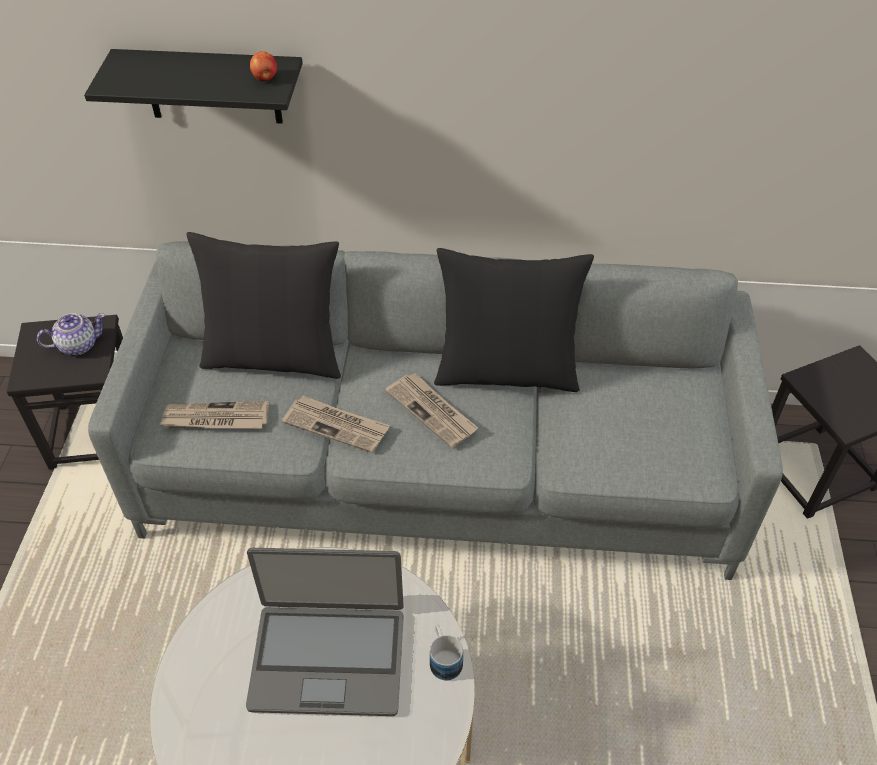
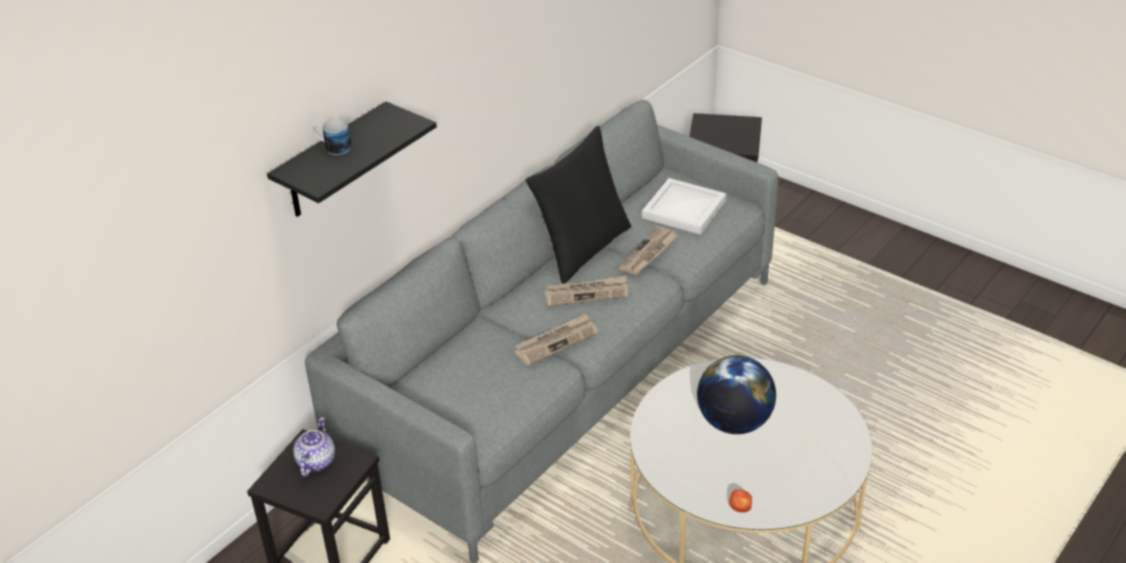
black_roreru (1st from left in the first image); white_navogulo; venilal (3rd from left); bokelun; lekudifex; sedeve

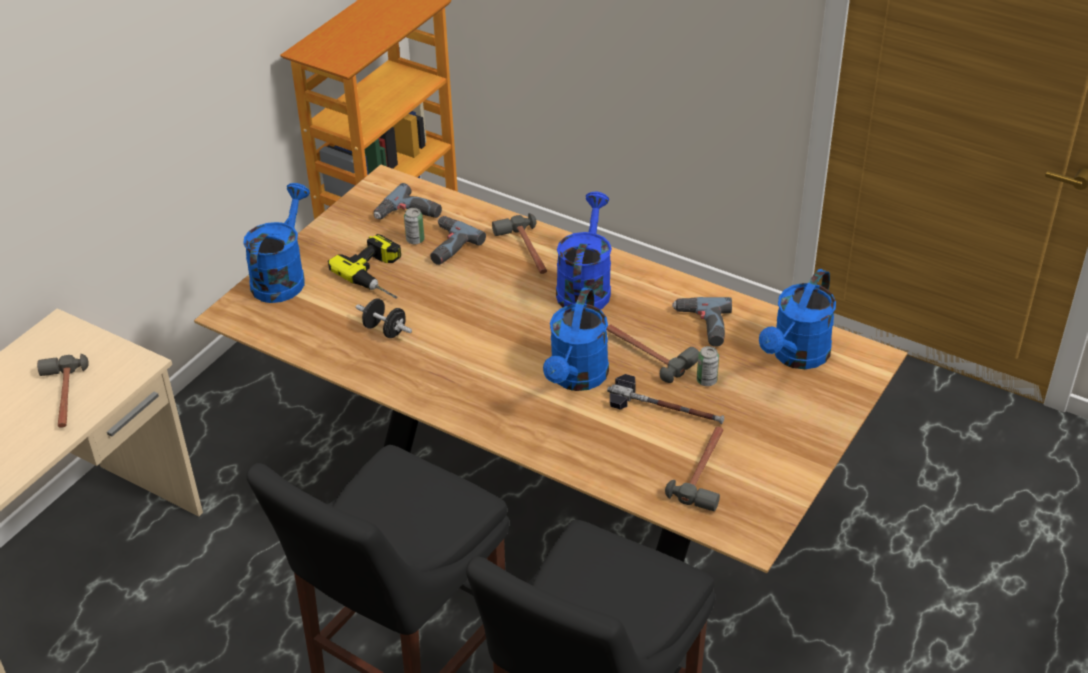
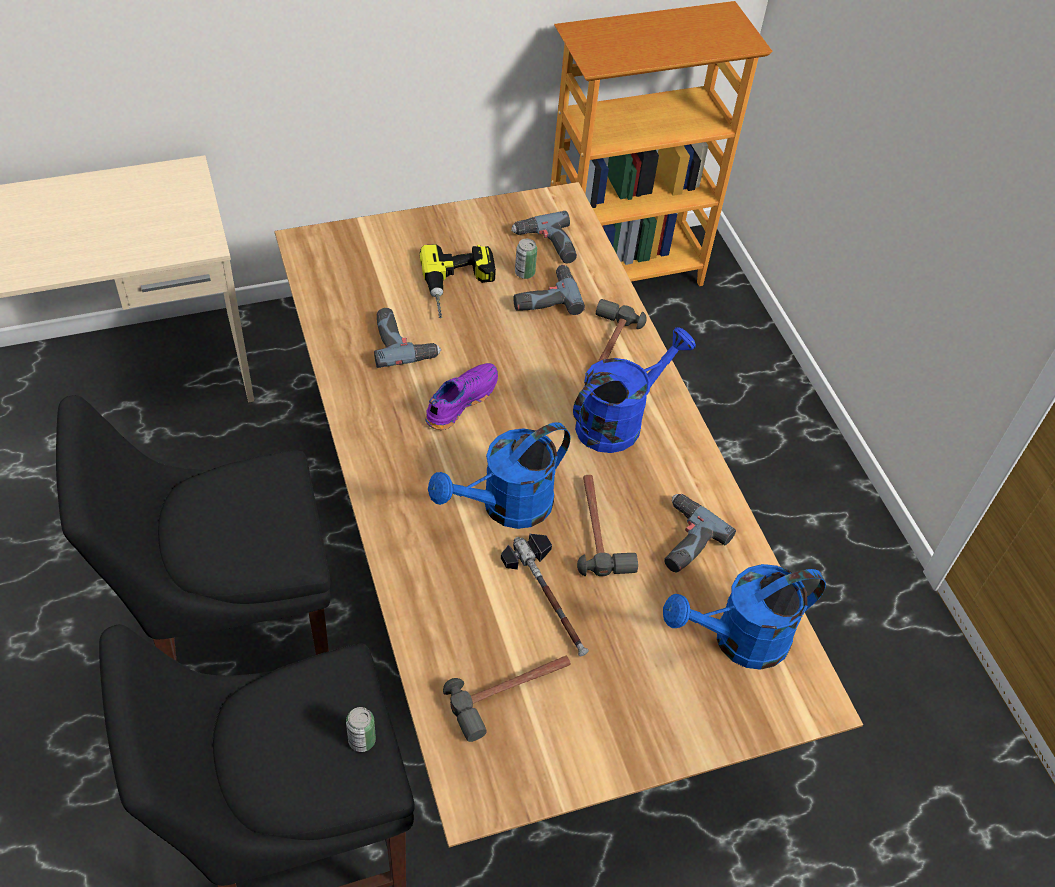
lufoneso (1st from left in the first image); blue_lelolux (1st from left in the first image); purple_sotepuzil; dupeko (1st from left); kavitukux (1st from left)

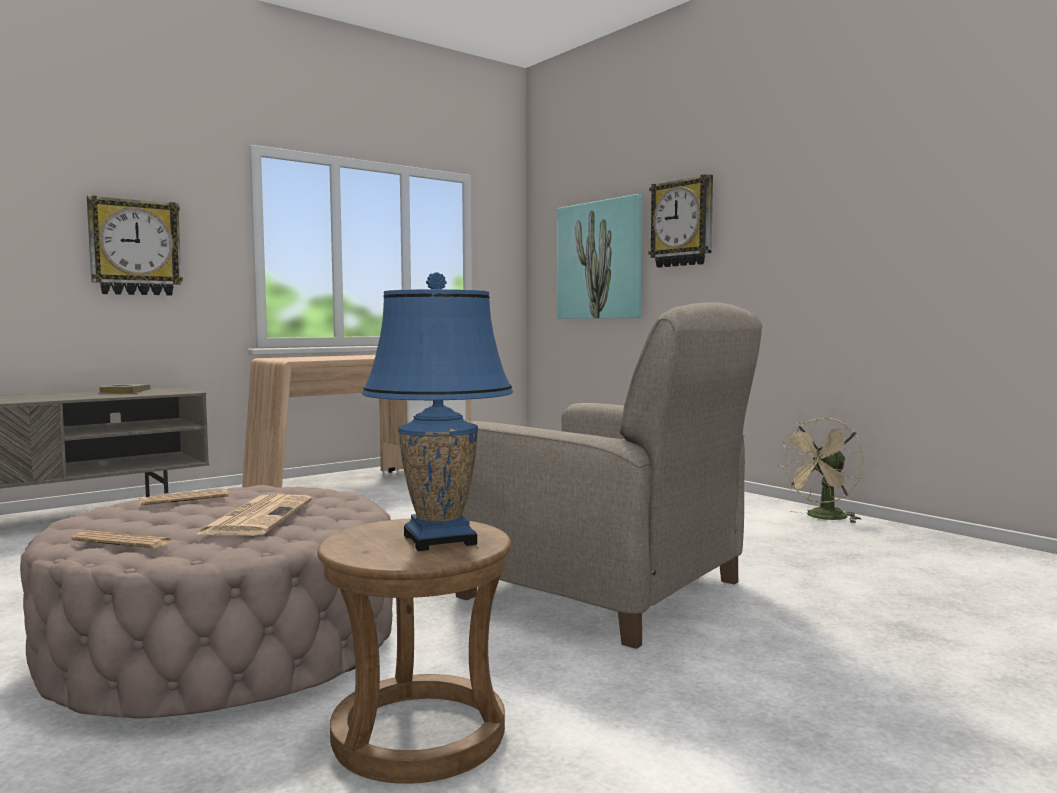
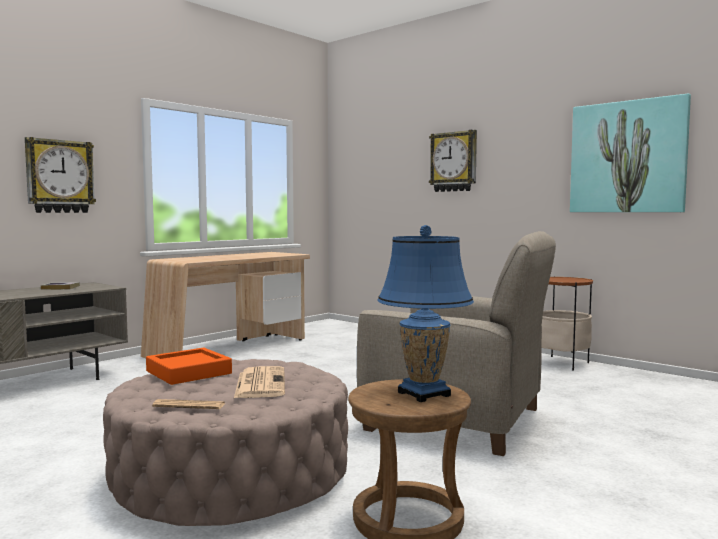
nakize; orange_navogulo; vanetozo

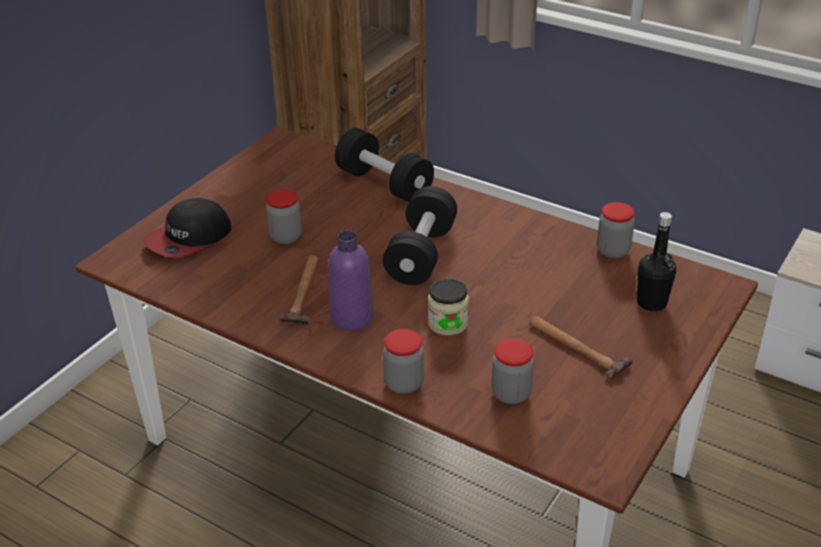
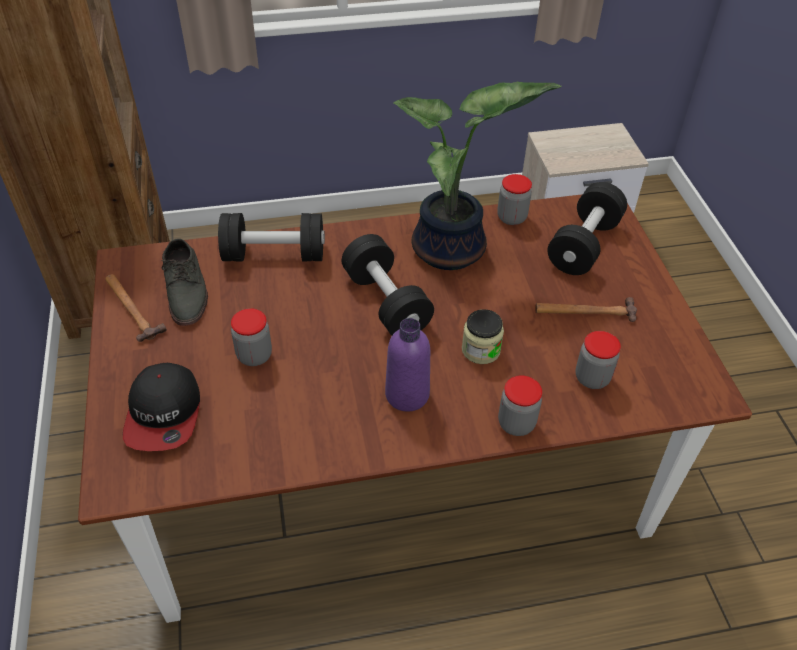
grey_sotepuzil; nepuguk; lufoneso (1st from left); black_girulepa (3rd from left)

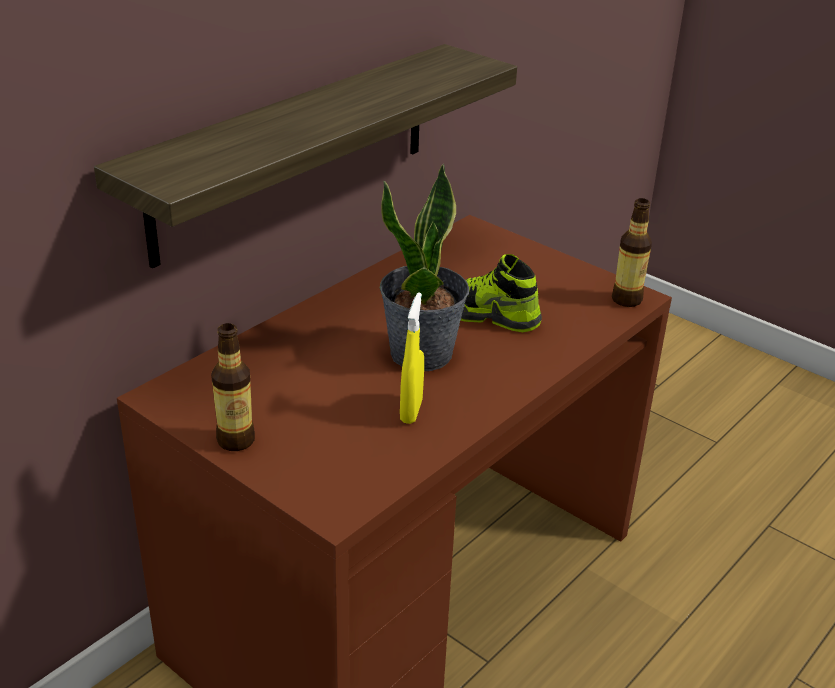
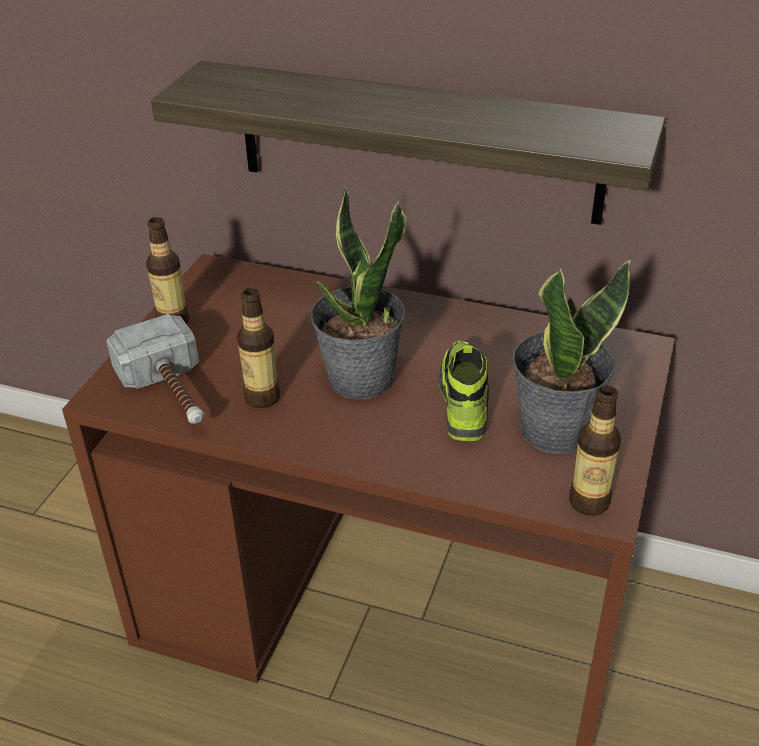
lufoneso; nepuguk (2nd from left); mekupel (2nd from left)

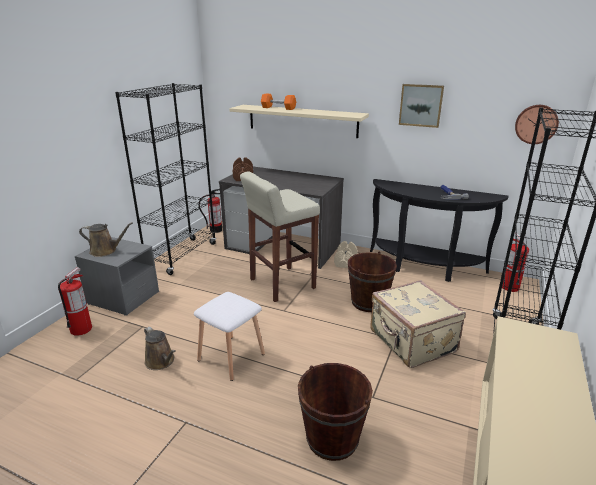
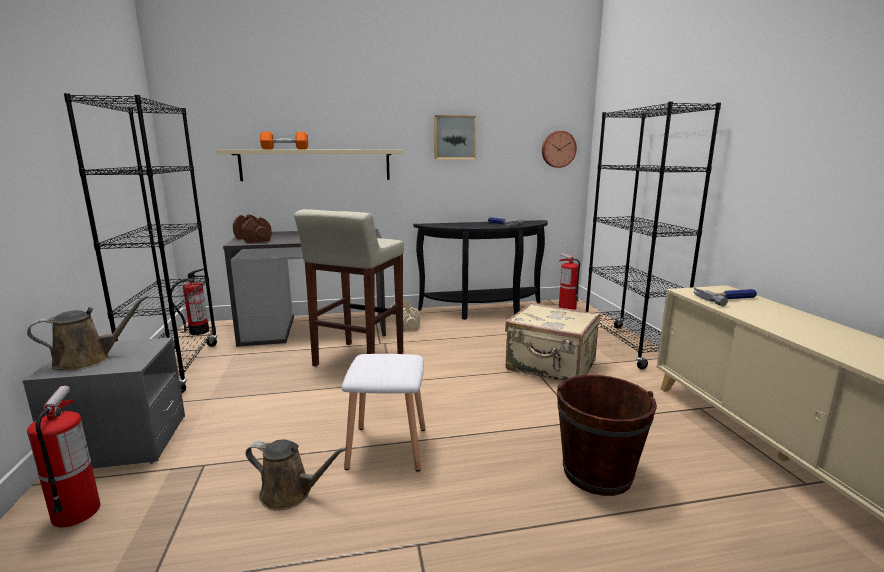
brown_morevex (2nd from left in the first image); lufoneso (2nd from left)

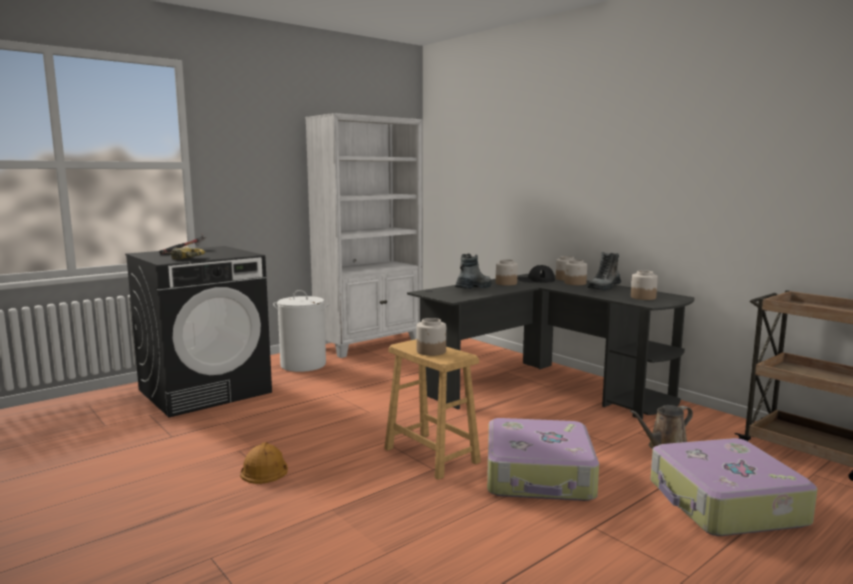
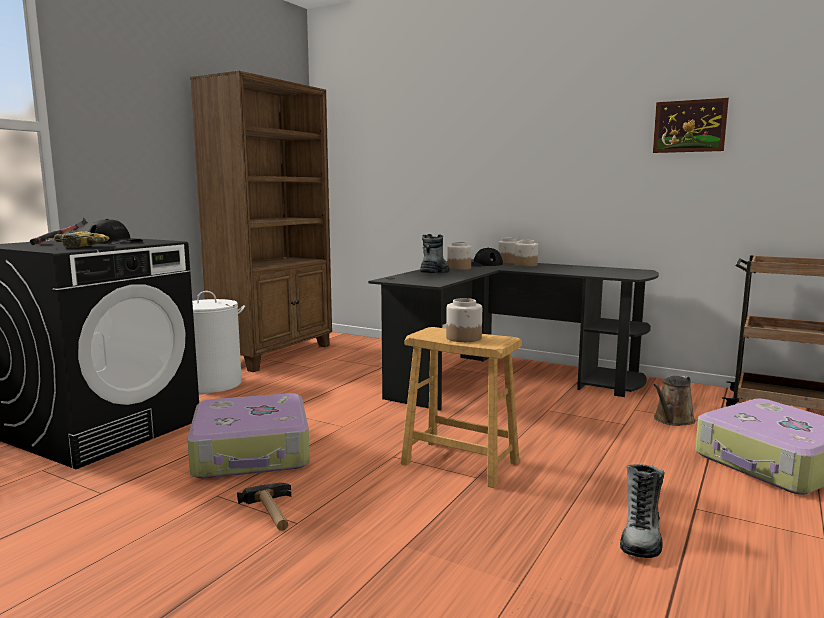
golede (5th from left in the first image); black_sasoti (1st from left); nakize; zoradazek (1st from left); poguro (2nd from left); lufoneso (2nd from left); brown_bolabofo

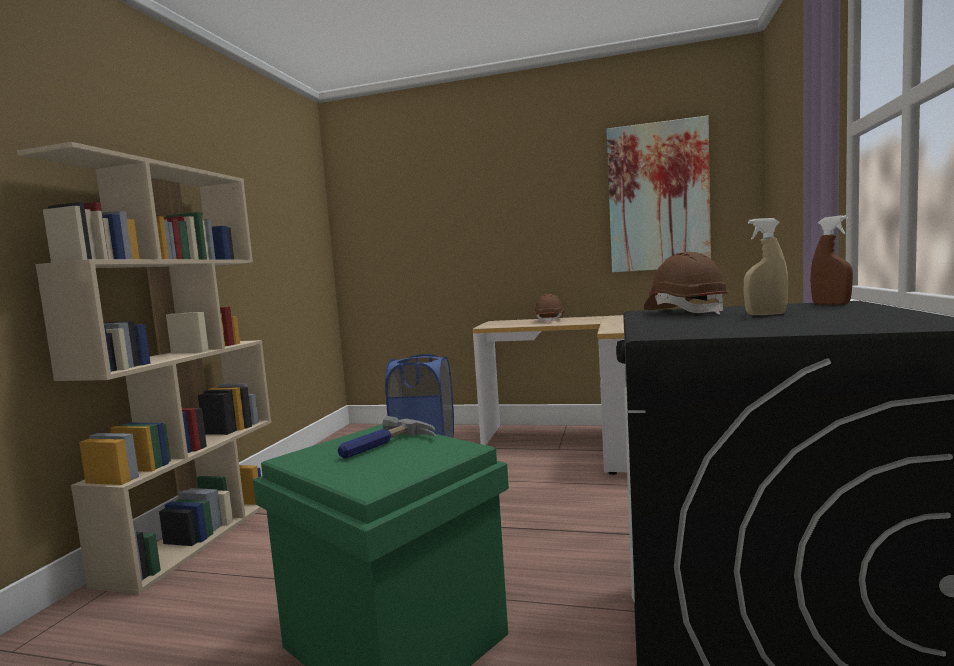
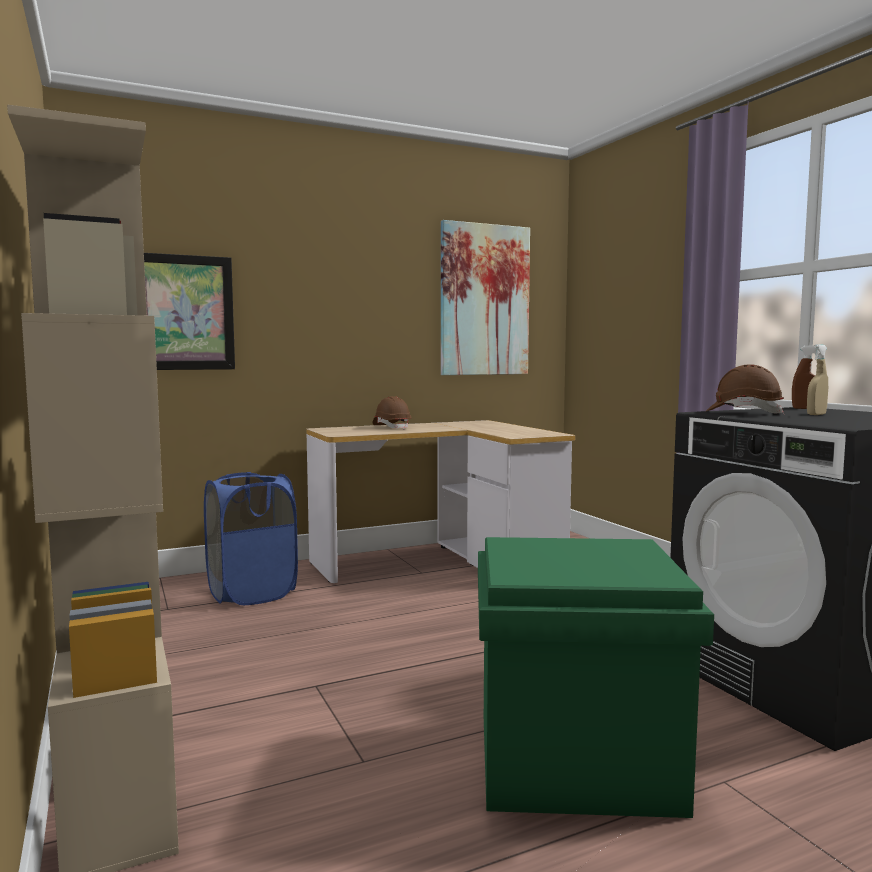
lufoneso; nakize (1st from left)

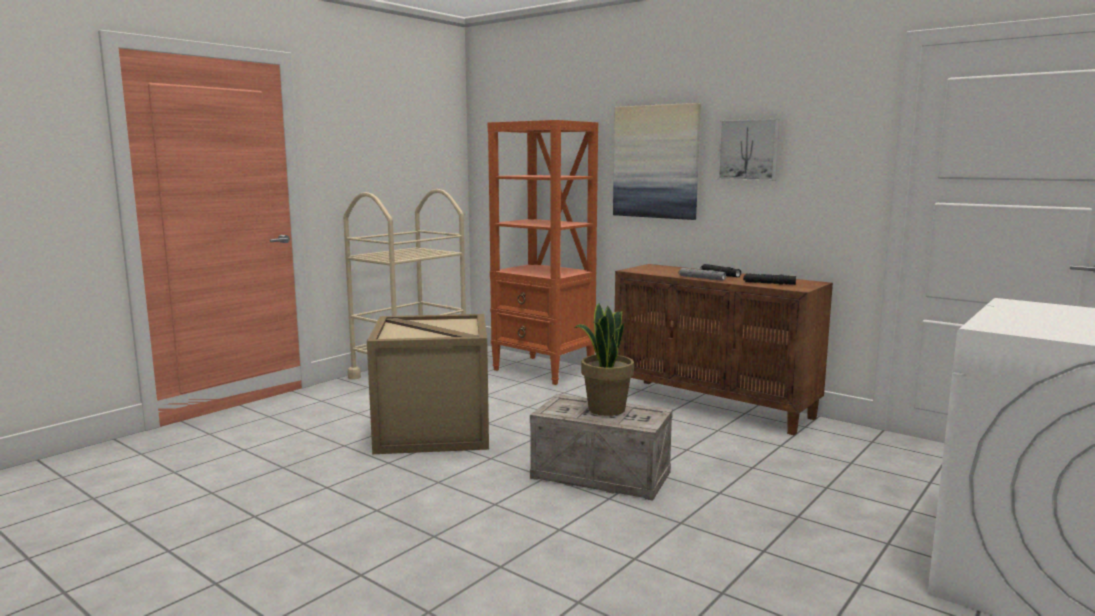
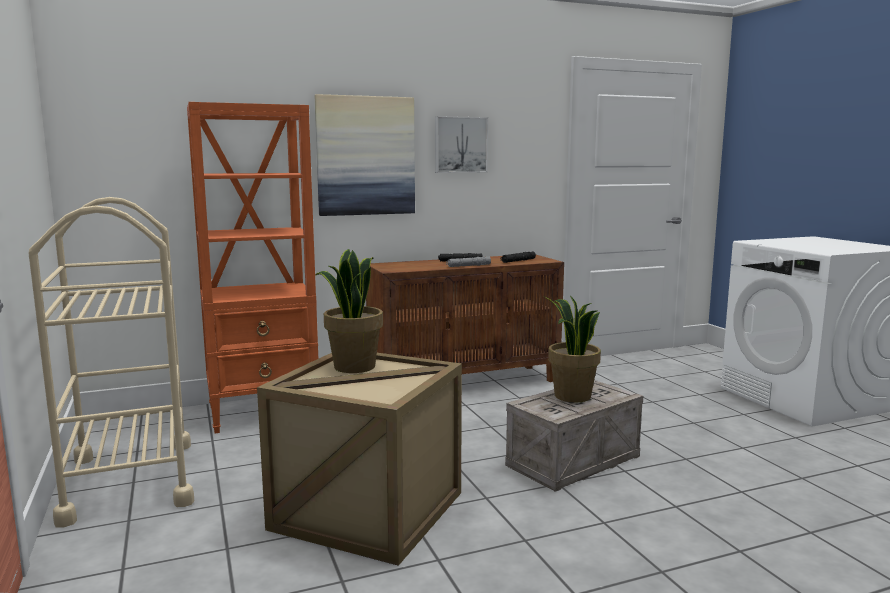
nepuguk (1st from left)

